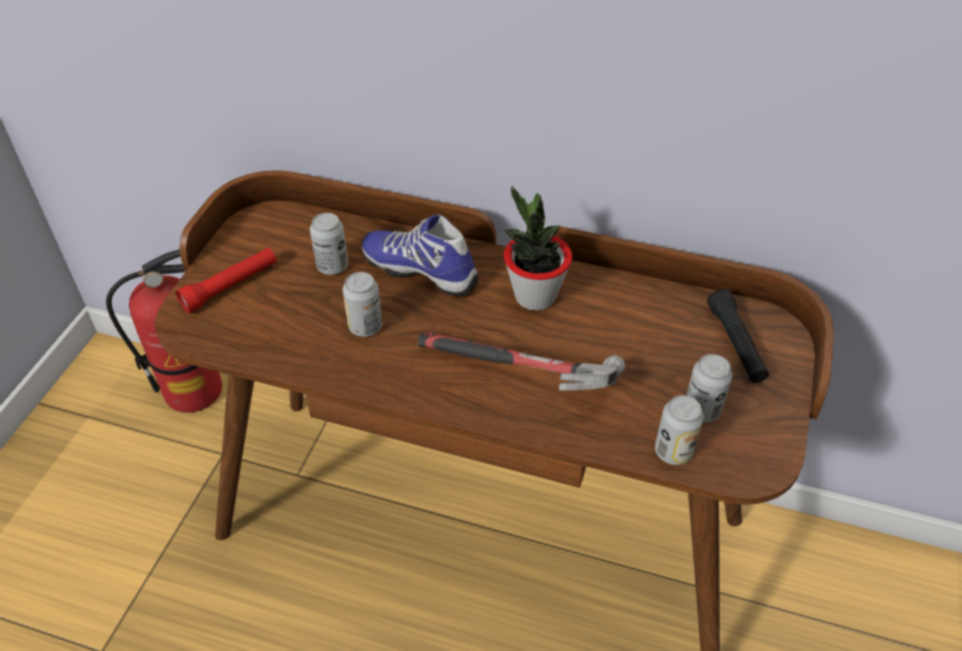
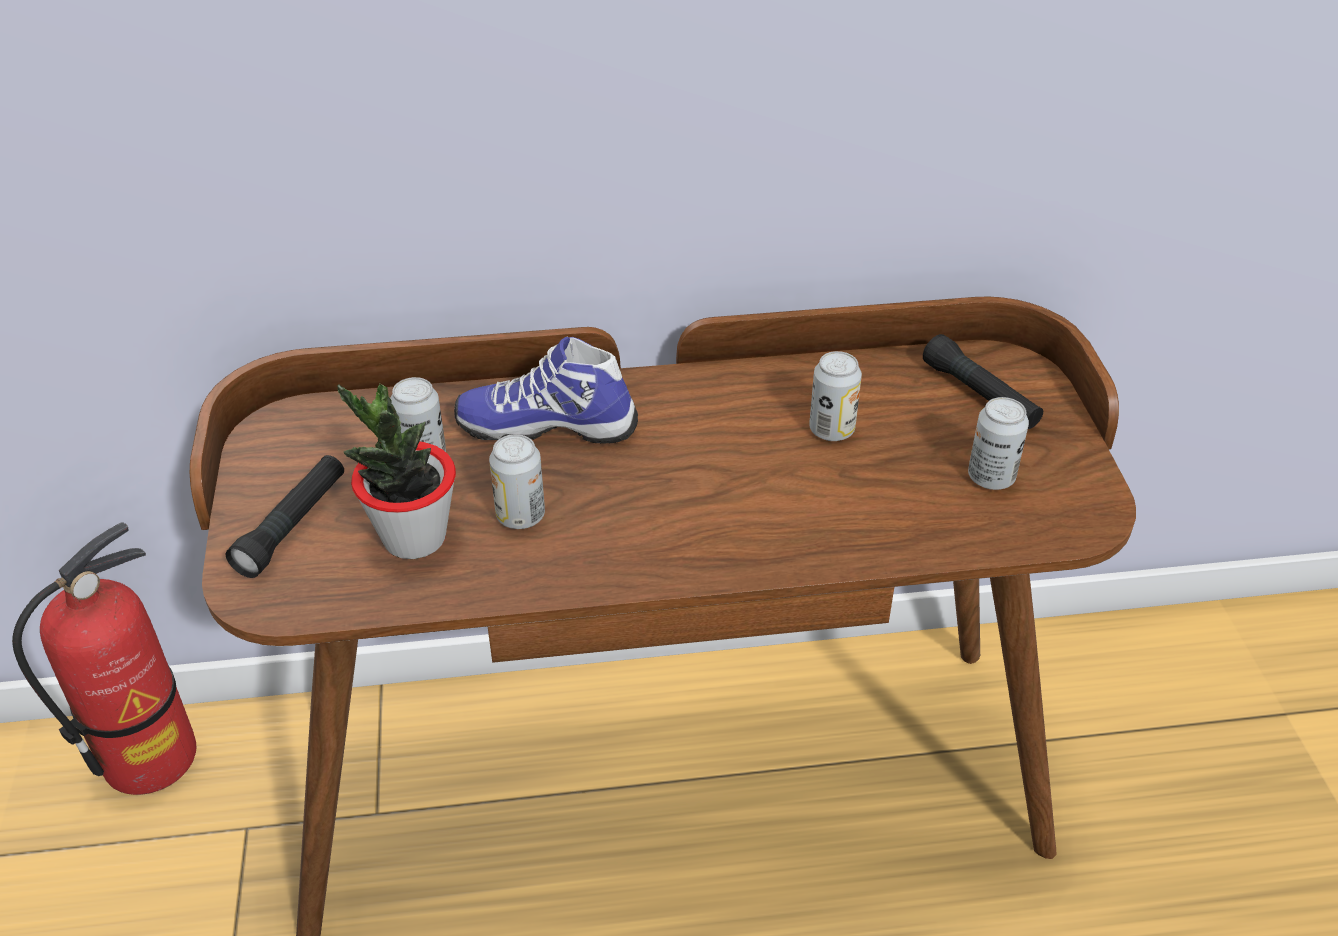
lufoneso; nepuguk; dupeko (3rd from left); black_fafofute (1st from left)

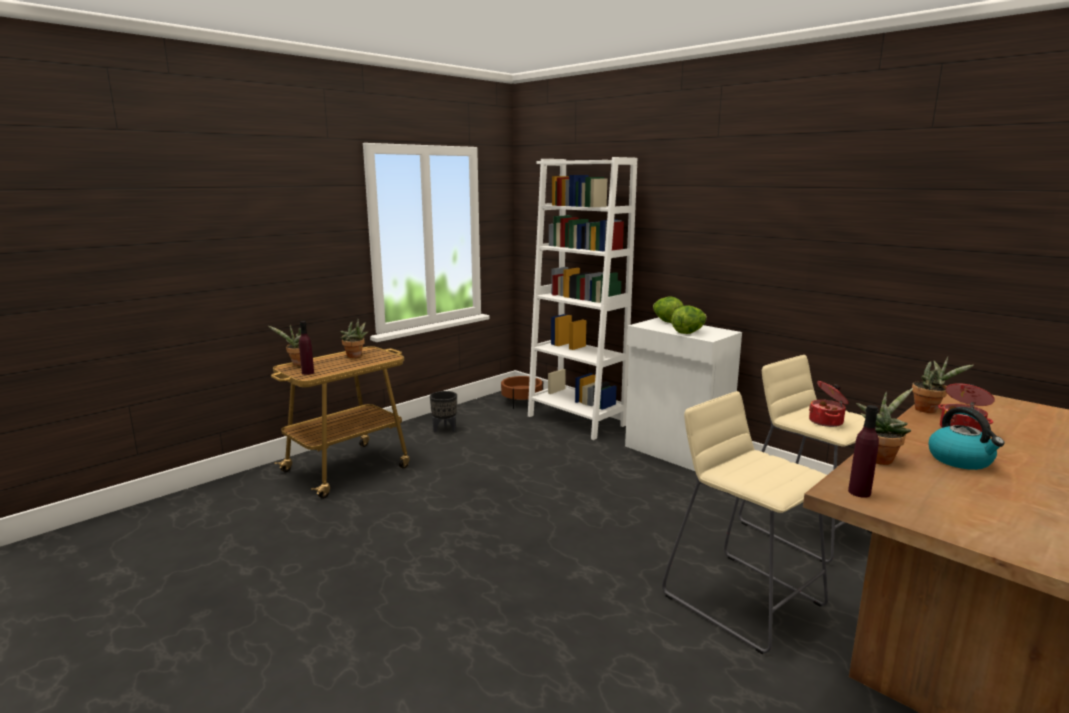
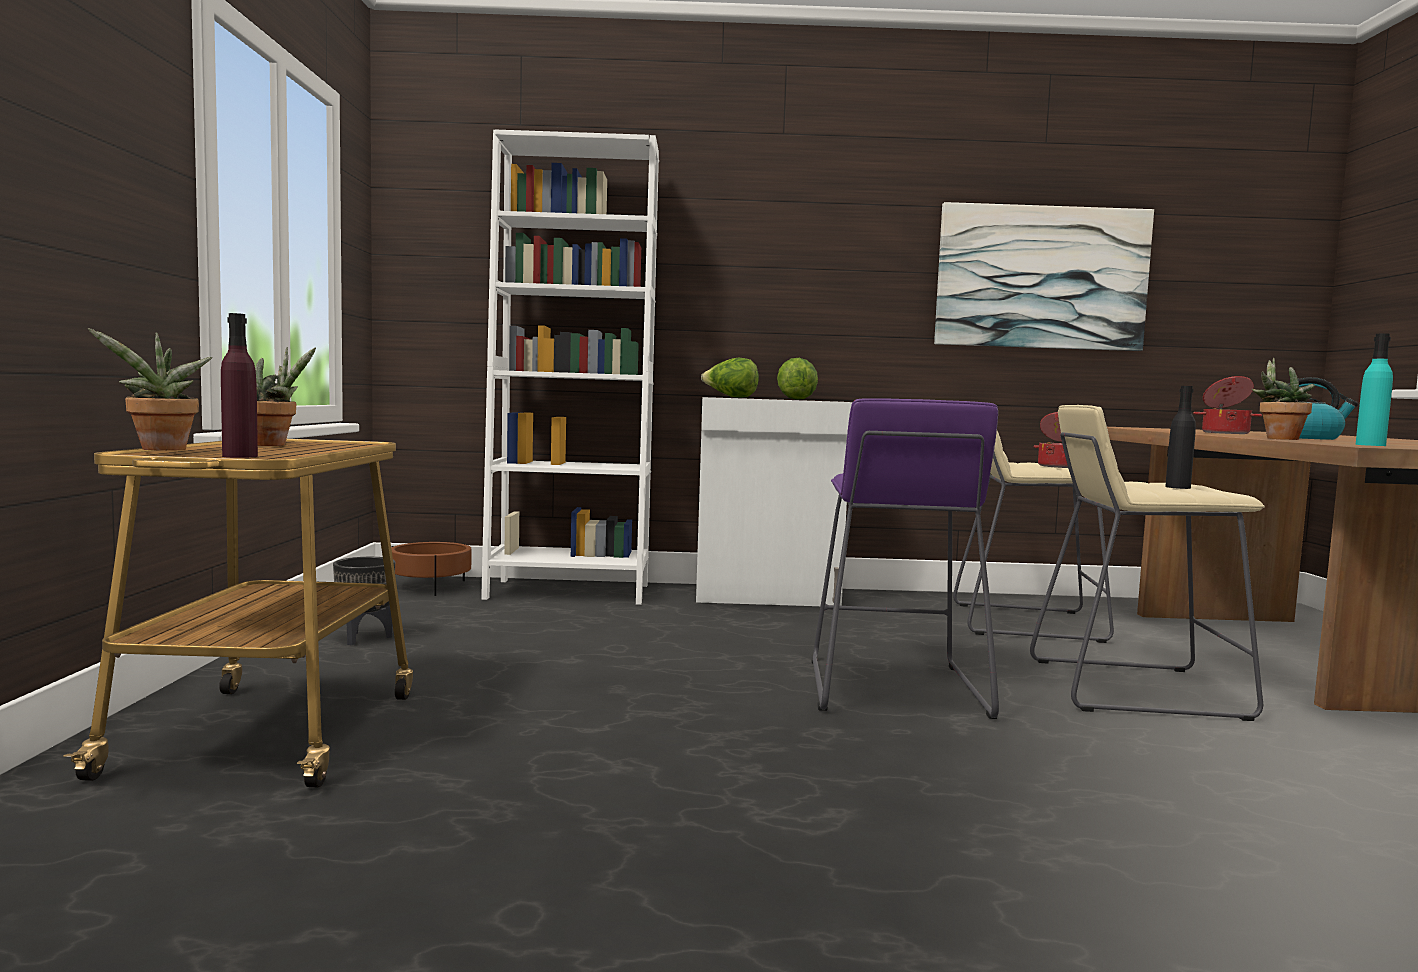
nepuguk (4th from left in the first image); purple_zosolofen; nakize; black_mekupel; turquoise_mekupel

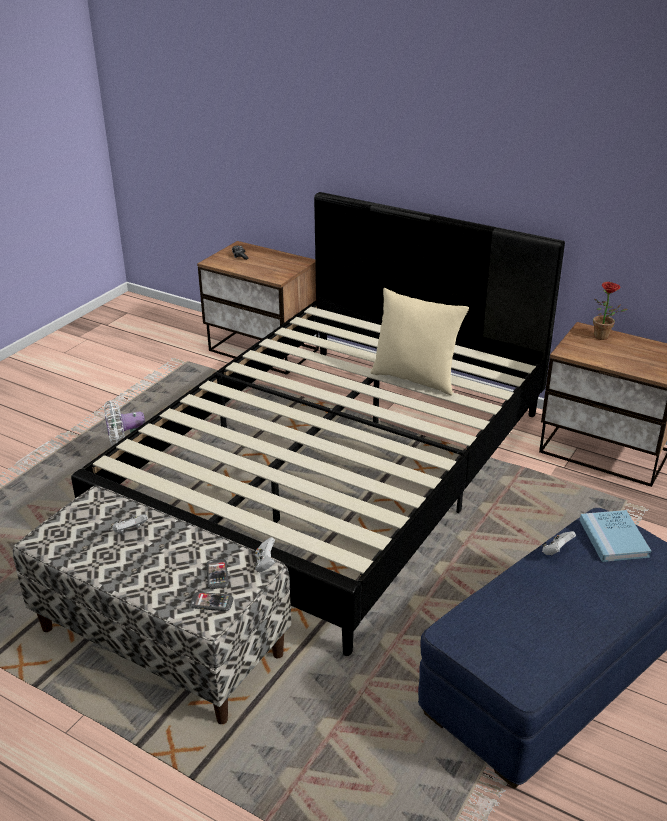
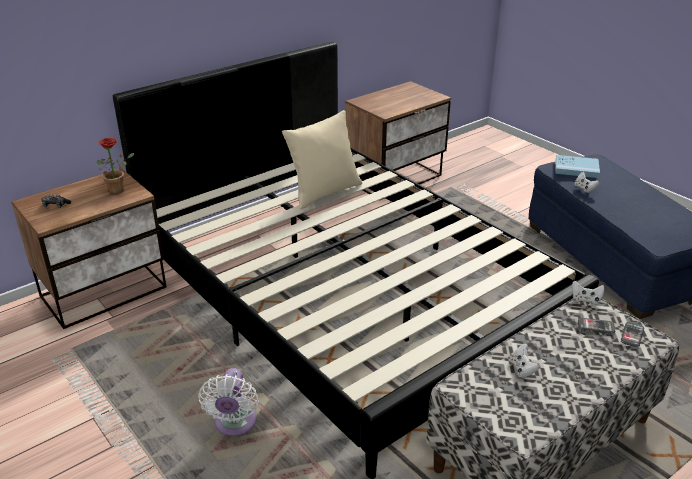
nepuguk

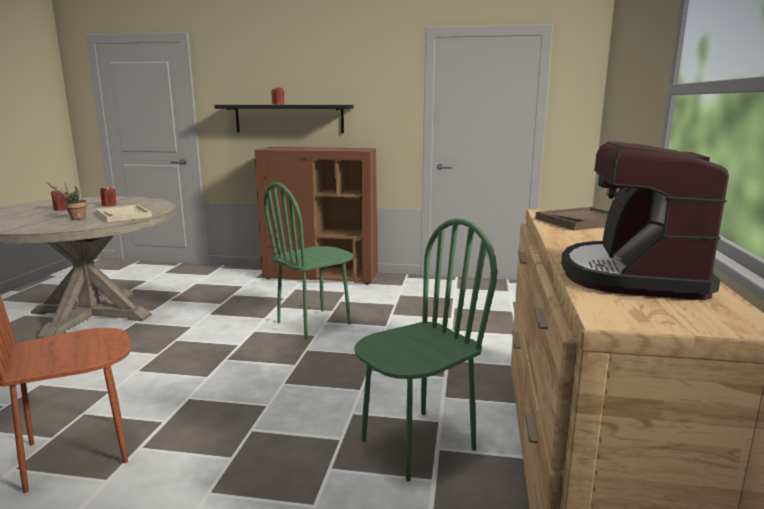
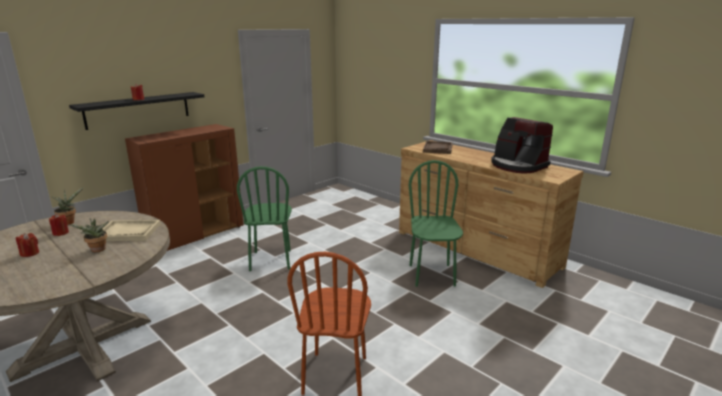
nepuguk (1st from left)

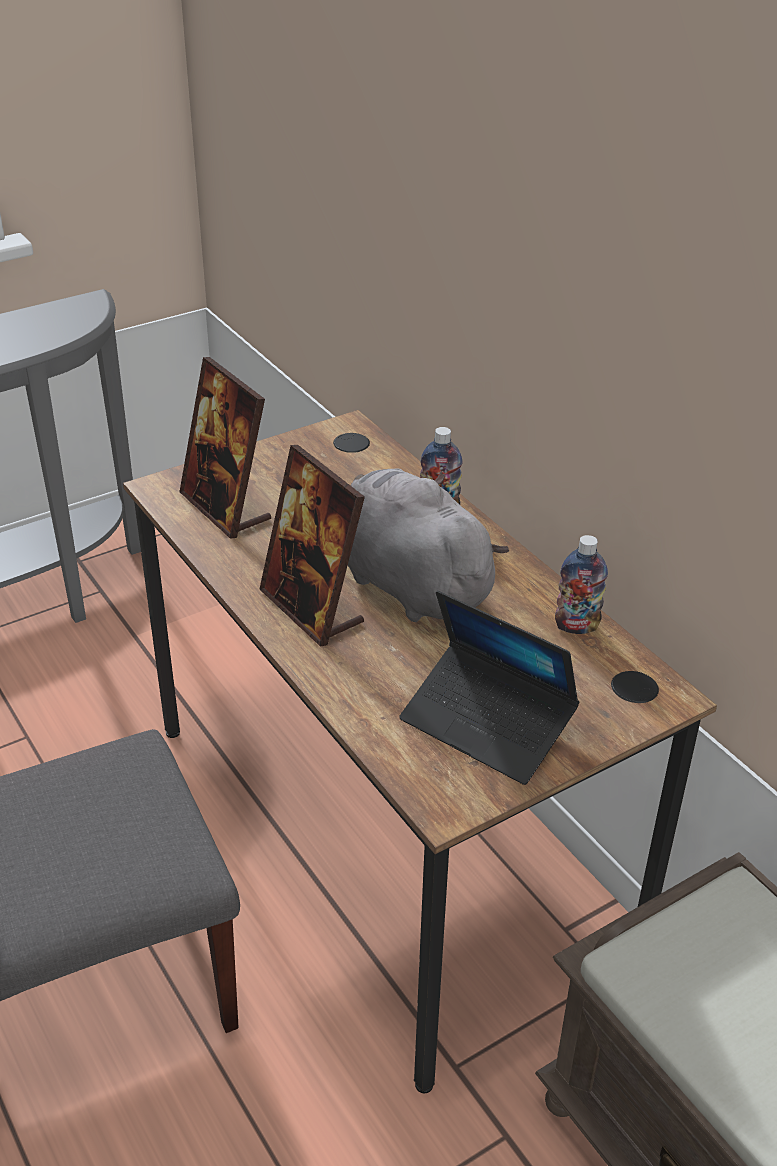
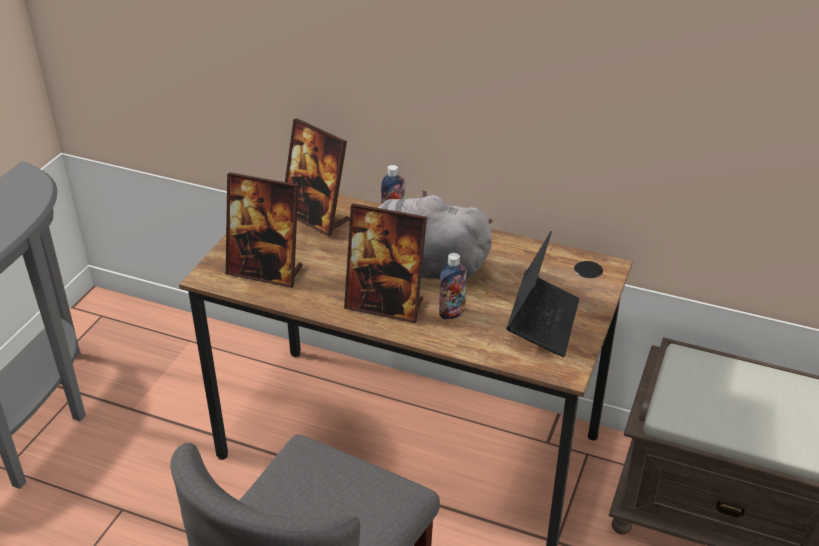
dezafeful (2nd from left); mekupel (2nd from left); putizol

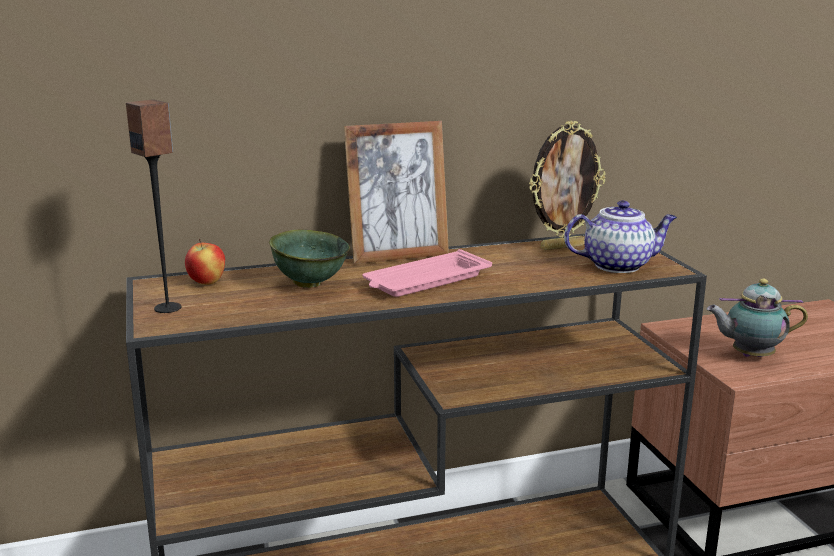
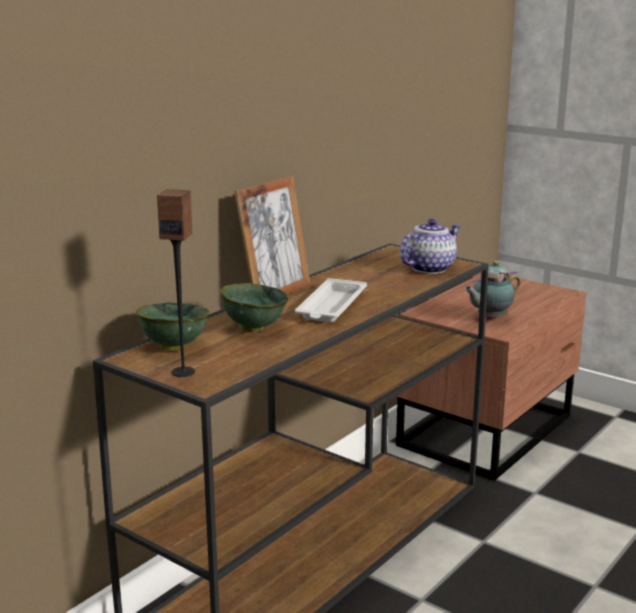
dezafeful (2nd from left in the first image); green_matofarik (1st from left); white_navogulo

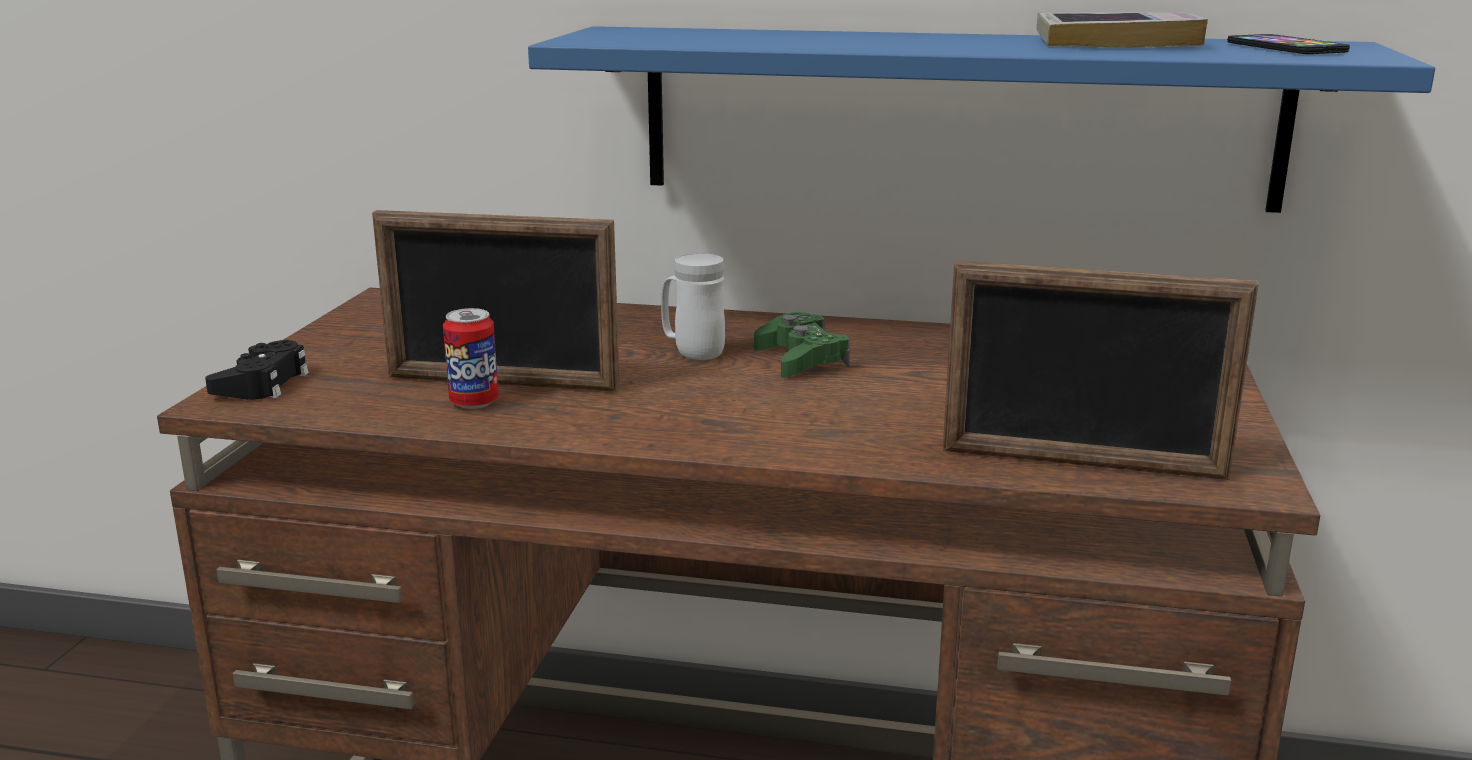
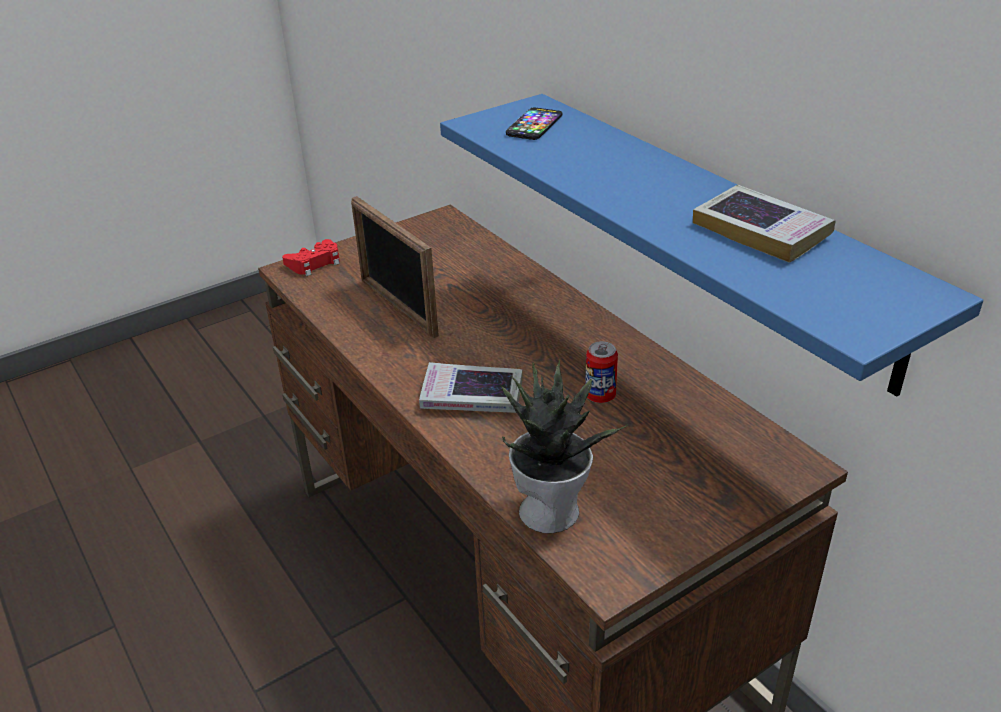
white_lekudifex; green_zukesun; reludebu (1st from left); dupeko; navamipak; nepuguk; red_zukesun

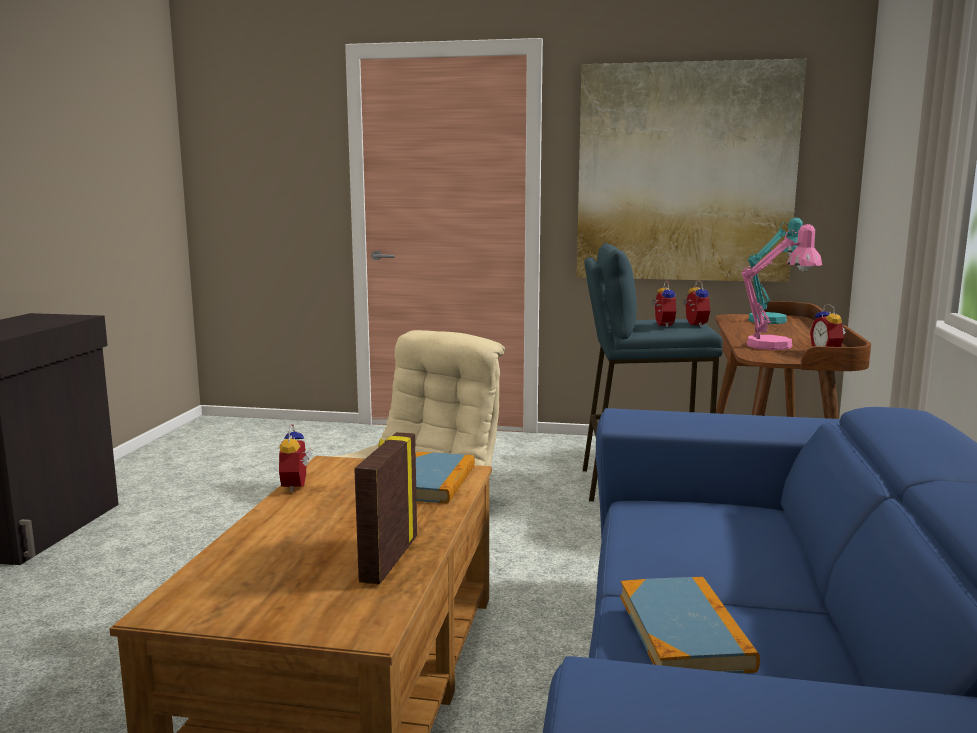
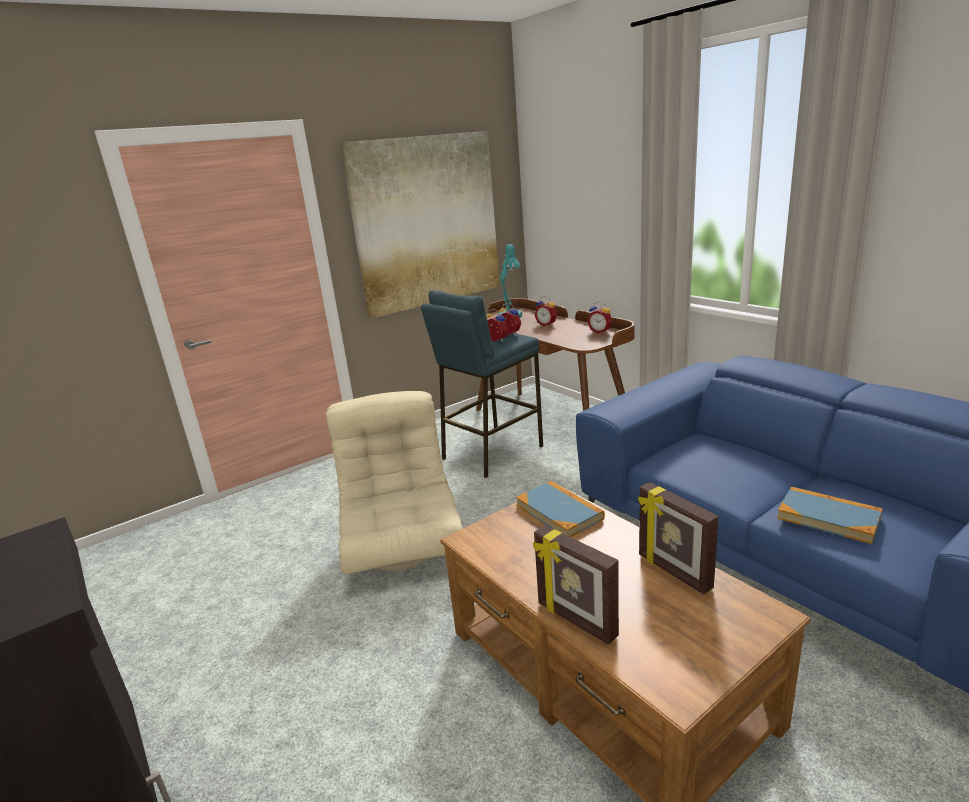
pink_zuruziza; dezafeful (1st from left); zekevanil (3rd from left)

